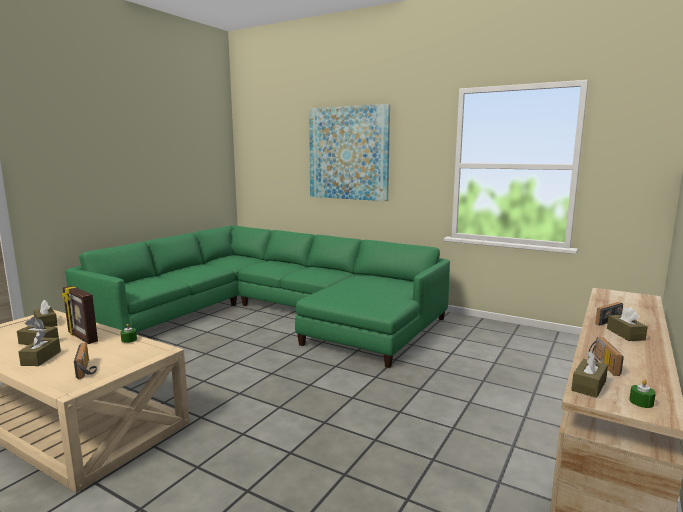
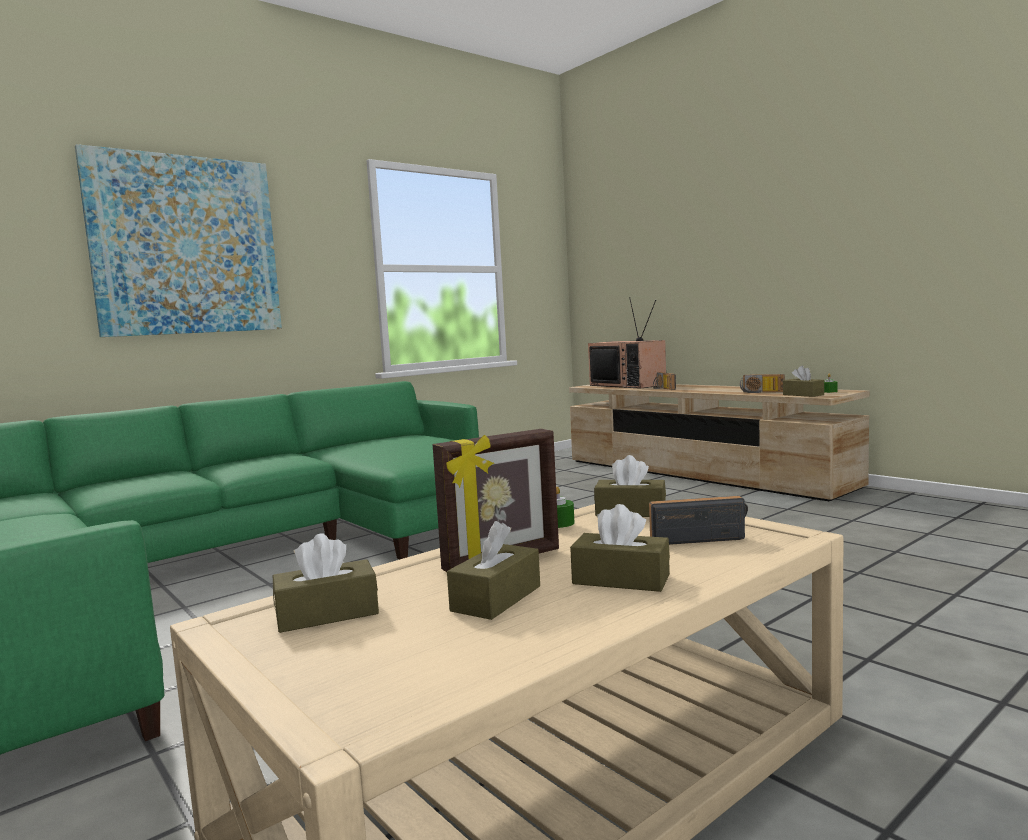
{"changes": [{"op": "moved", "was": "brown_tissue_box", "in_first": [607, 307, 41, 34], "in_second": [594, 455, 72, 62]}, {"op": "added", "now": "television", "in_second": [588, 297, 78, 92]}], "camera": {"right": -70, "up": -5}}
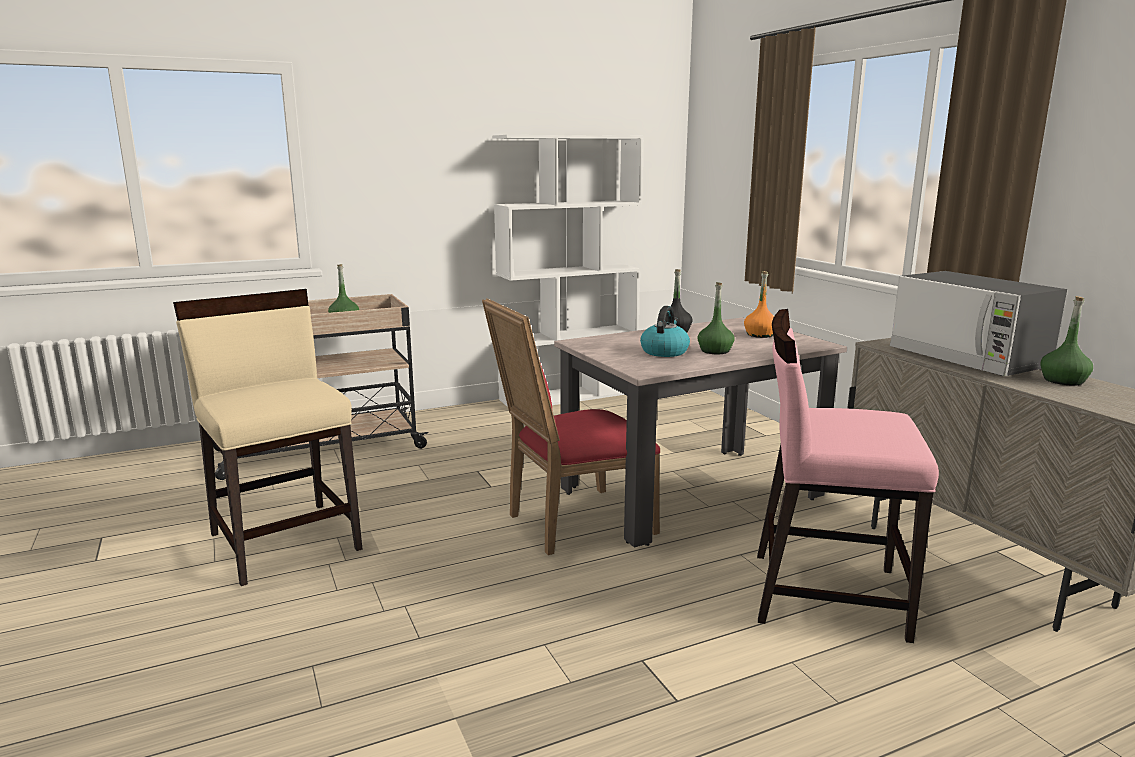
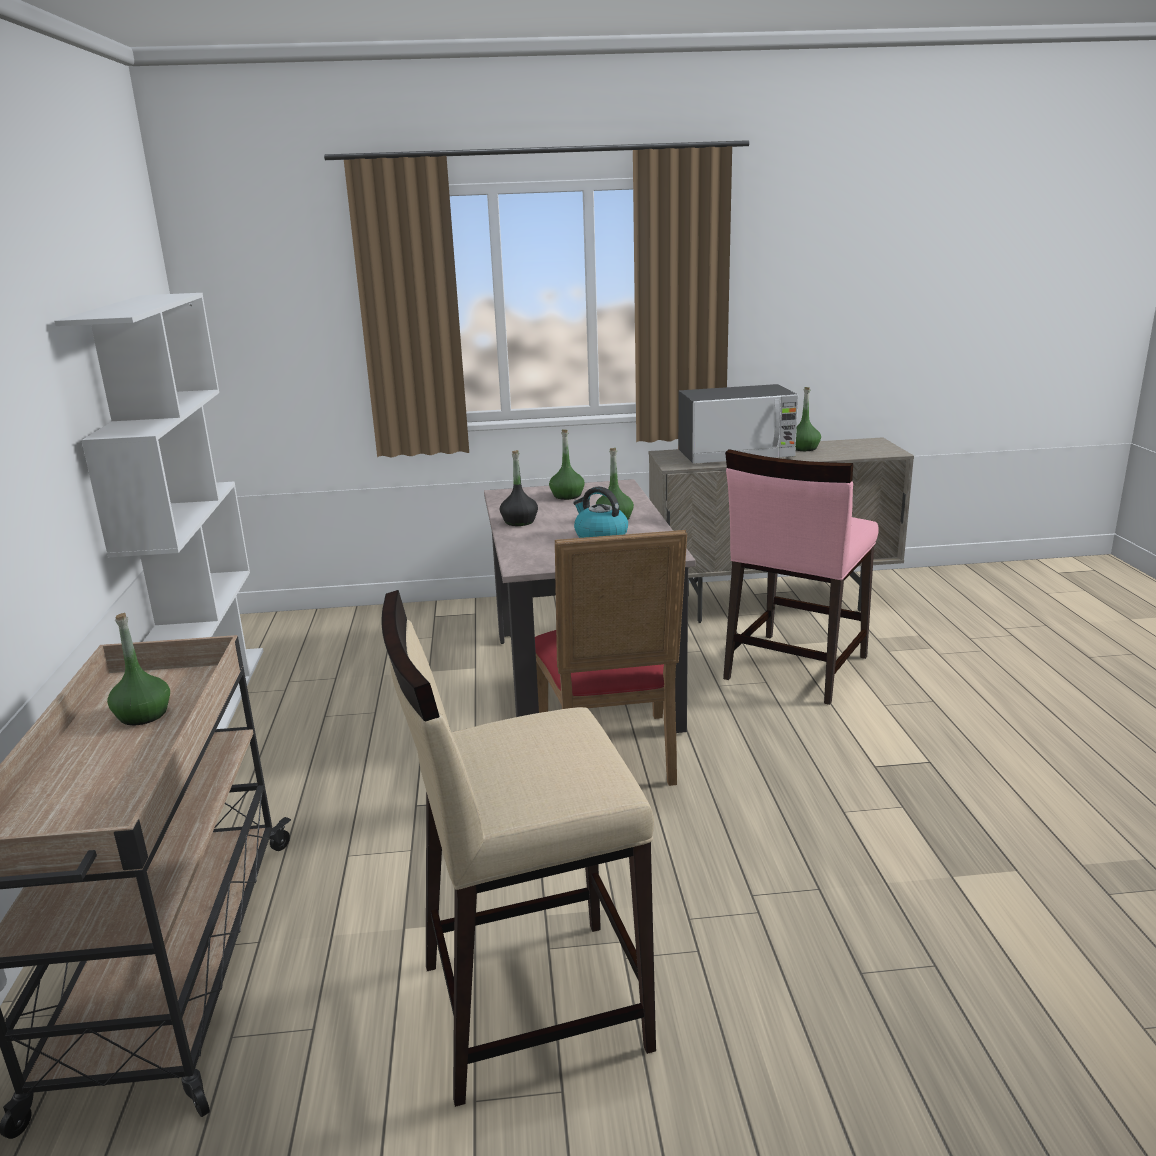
{"changes": [{"op": "replaced", "was": "beige_chair", "now": "beige_stool", "in_first": [173, 289, 190, 297], "in_second": [382, 590, 274, 517]}, {"op": "recoloured", "was": "orange_bottle", "now": "green_bottle", "in_first": [744, 271, 30, 67], "in_second": [549, 429, 36, 71]}], "camera": {"right": -70, "up": 5}}
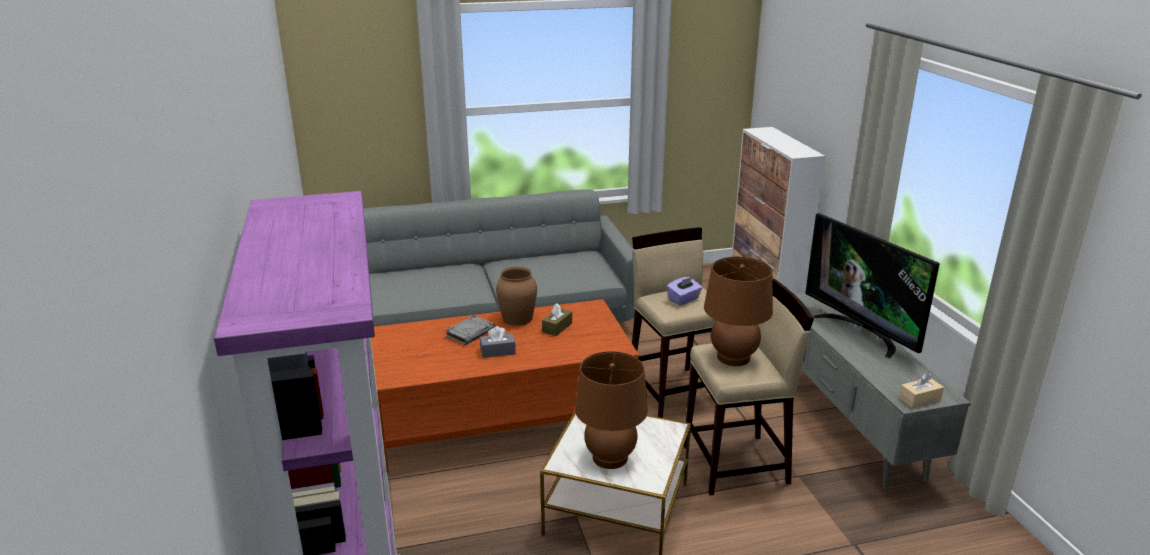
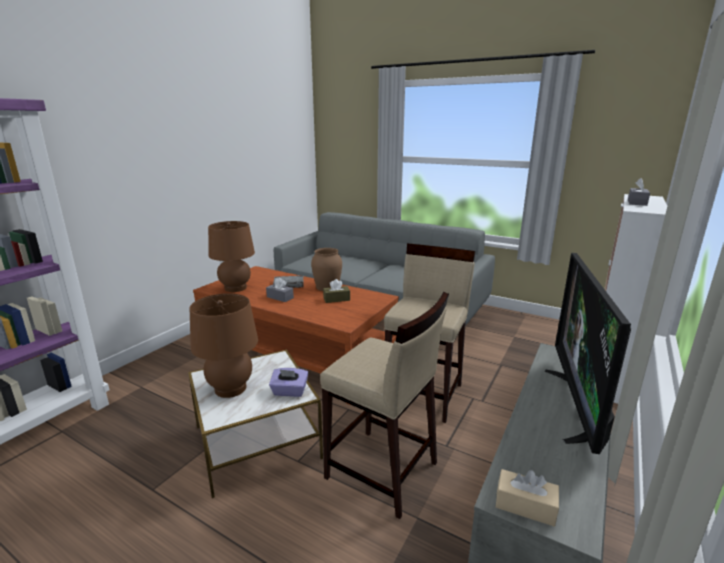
{"changes": [{"op": "moved", "was": "purple_tissue_box", "in_first": [666, 277, 36, 28], "in_second": [269, 368, 39, 29]}, {"op": "moved", "was": "brown_table_lamp", "in_first": [704, 257, 69, 109], "in_second": [208, 221, 47, 71]}, {"op": "added", "now": "grey_tissue_box", "in_second": [628, 178, 22, 28]}], "camera": {"right": 45, "up": -5}}
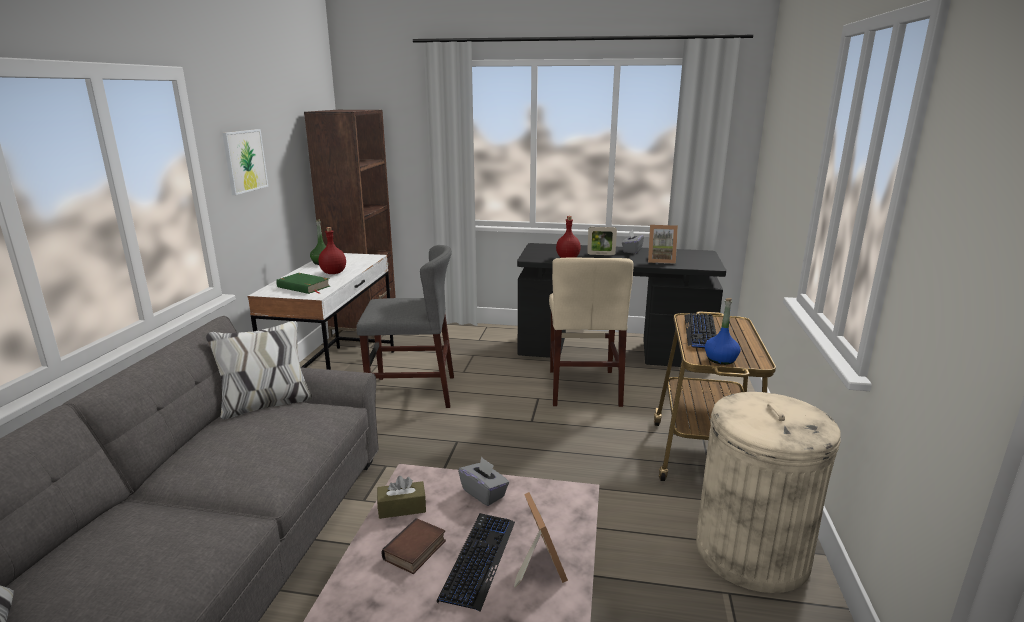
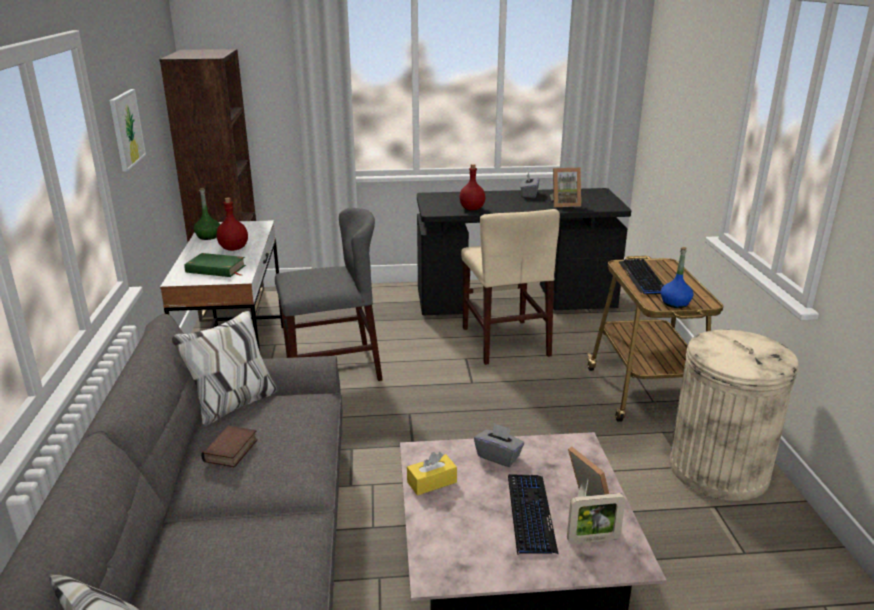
{"changes": [{"op": "recoloured", "was": "brown_tissue_box", "now": "yellow_tissue_box", "in_first": [377, 476, 49, 43], "in_second": [407, 452, 50, 43]}, {"op": "moved", "was": "book", "in_first": [381, 518, 65, 56], "in_second": [201, 425, 56, 43]}, {"op": "moved", "was": "picture_frame", "in_first": [587, 227, 30, 28], "in_second": [567, 493, 58, 51]}], "camera": {"right": -15, "up": 5}}
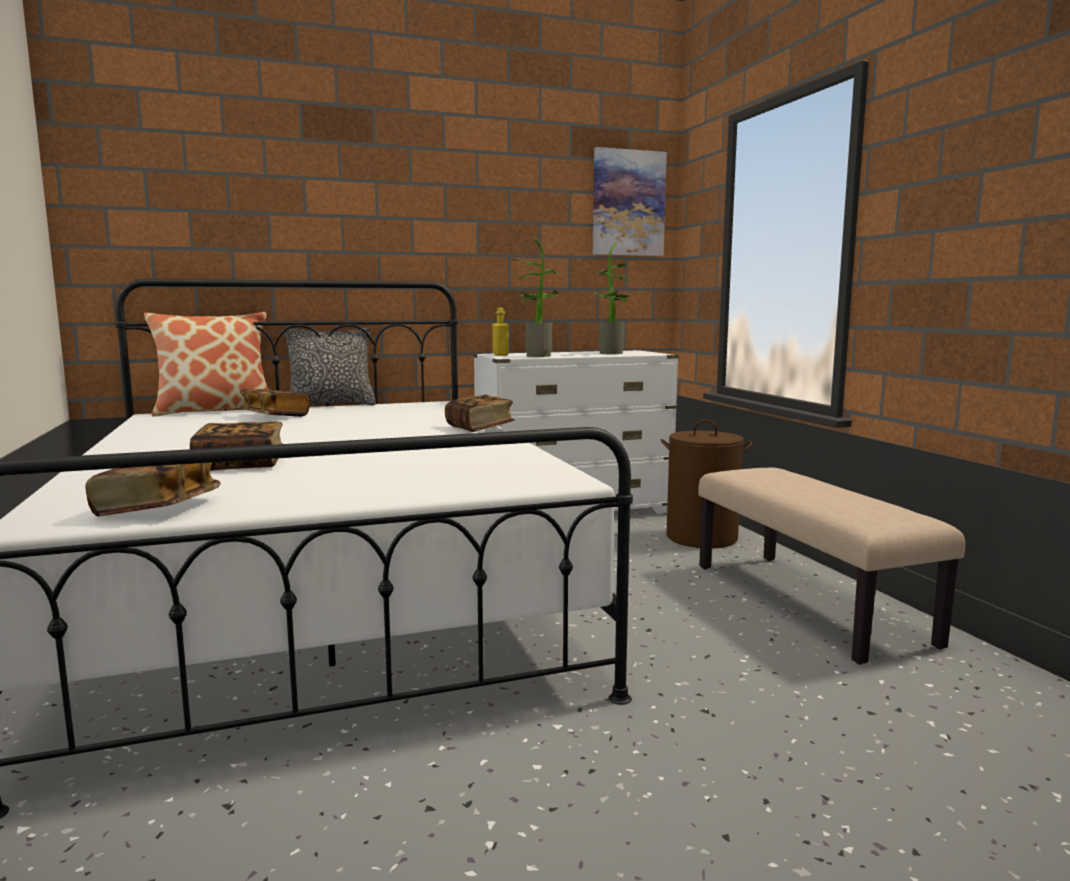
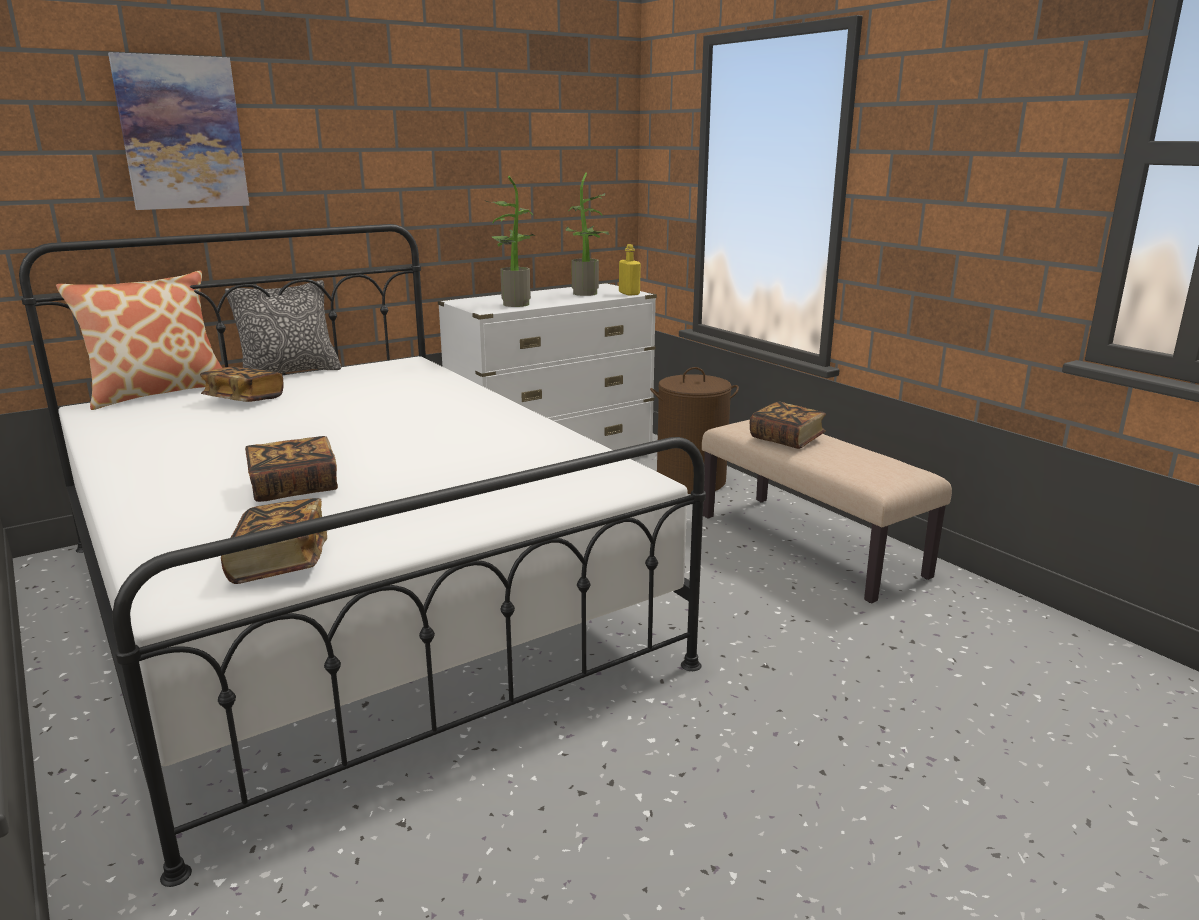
{"changes": [{"op": "moved", "was": "book", "in_first": [445, 395, 70, 37], "in_second": [750, 401, 76, 48]}, {"op": "moved", "was": "yellow_bottle", "in_first": [492, 308, 17, 48], "in_second": [619, 244, 22, 52]}, {"op": "moved", "was": "picture", "in_first": [593, 147, 74, 109], "in_second": [108, 52, 141, 158]}], "camera": {"right": -15, "up": 10}}
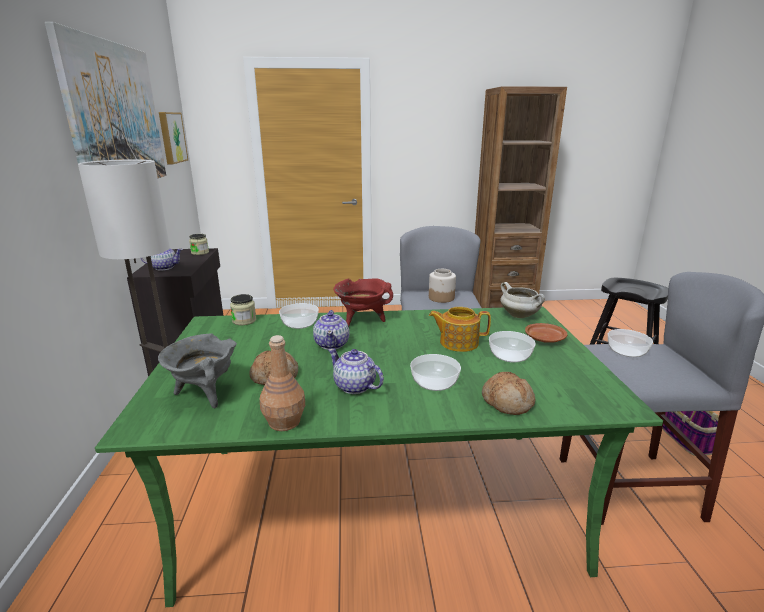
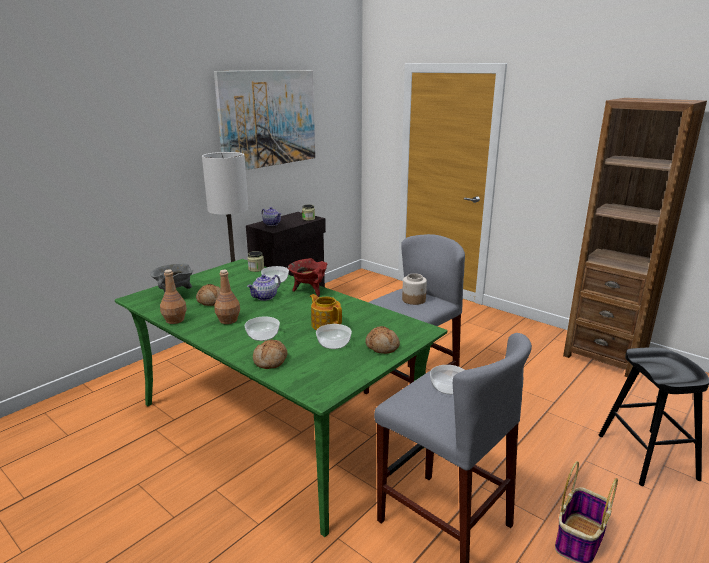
{"changes": [{"op": "removed", "was": "picture", "in_first": [159, 112, 29, 52]}, {"op": "replaced", "was": "teapot", "now": "brown_bottle", "in_first": [328, 348, 56, 46], "in_second": [214, 270, 26, 54]}, {"op": "removed", "was": "white_cooking_pot", "in_first": [500, 282, 45, 36]}, {"op": "replaced", "was": "brown_plate", "now": "bread", "in_first": [525, 323, 43, 20], "in_second": [365, 326, 35, 28]}], "camera": {"right": 45, "up": 0}}
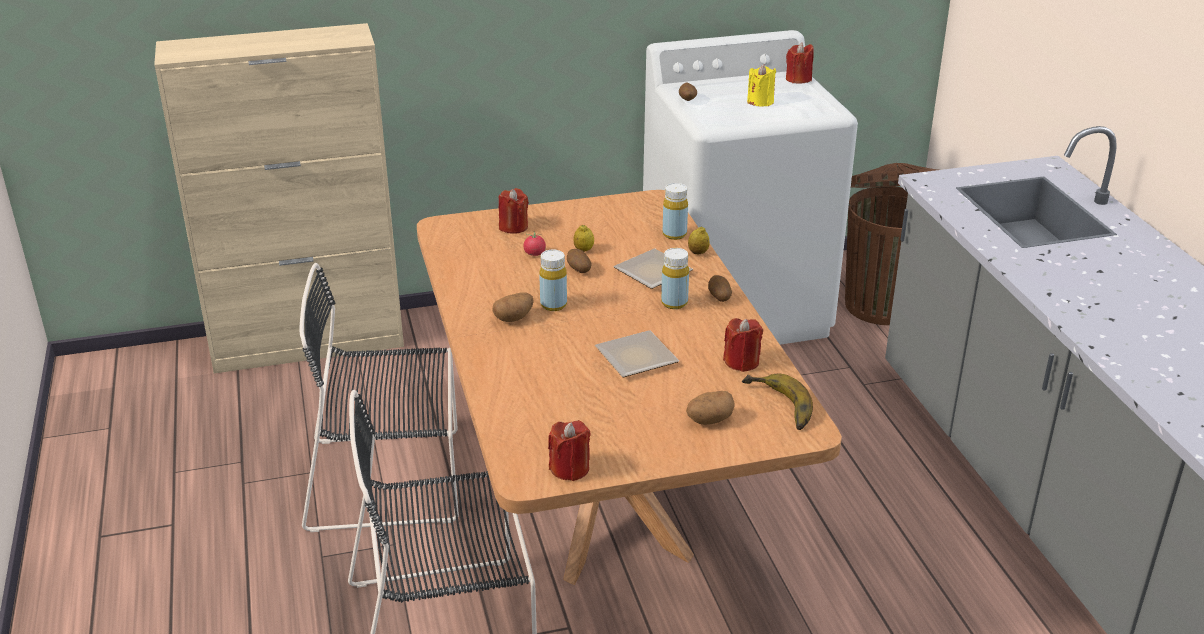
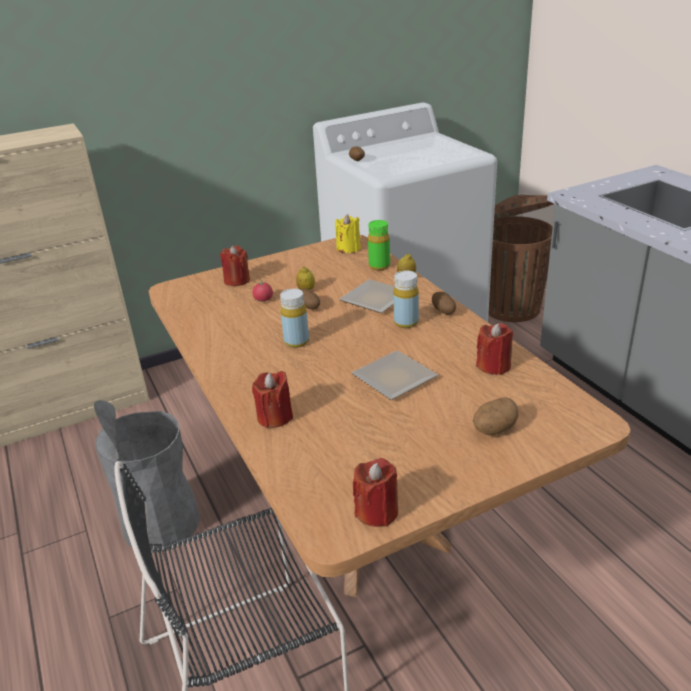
{"changes": [{"op": "replaced", "was": "black_chair", "now": "grey_trash_can", "in_first": [300, 263, 159, 269], "in_second": [94, 400, 106, 153]}, {"op": "removed", "was": "potato", "in_first": [493, 292, 40, 30]}, {"op": "recoloured", "was": "yellow_bottle", "now": "green_bottle", "in_first": [663, 183, 25, 57], "in_second": [368, 220, 22, 50]}, {"op": "removed", "was": "banana", "in_first": [742, 374, 71, 56]}, {"op": "moved", "was": "yellow_candle", "in_first": [747, 64, 29, 42], "in_second": [335, 214, 26, 39]}, {"op": "moved", "was": "red_candle", "in_first": [786, 43, 28, 40], "in_second": [252, 371, 41, 58]}], "camera": {"right": -10, "up": 0}}
